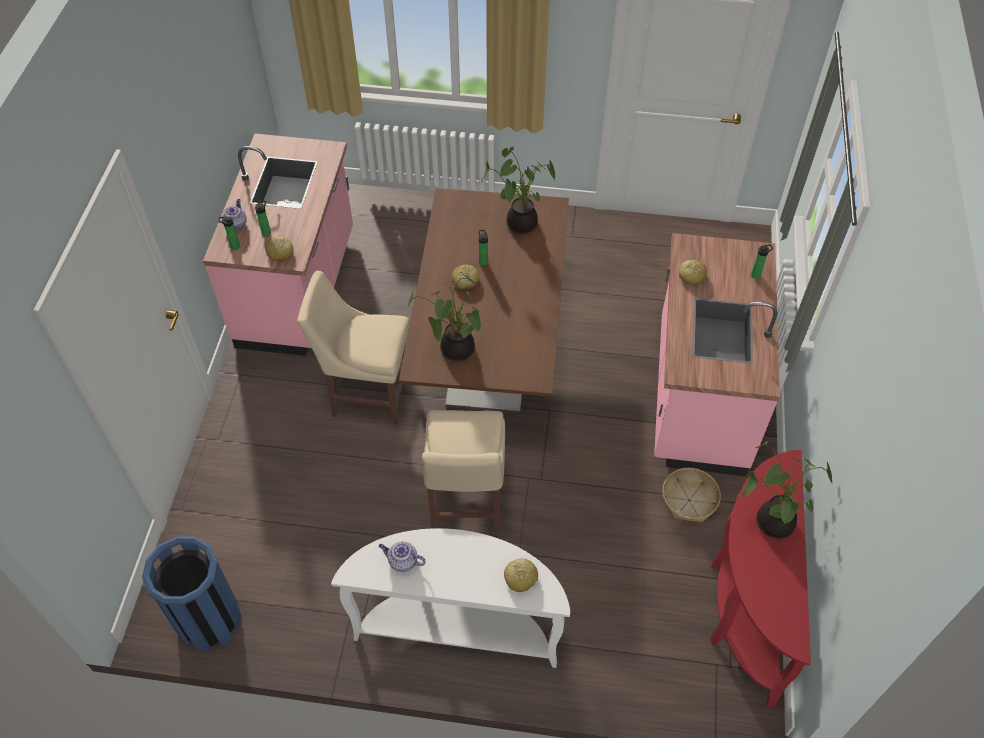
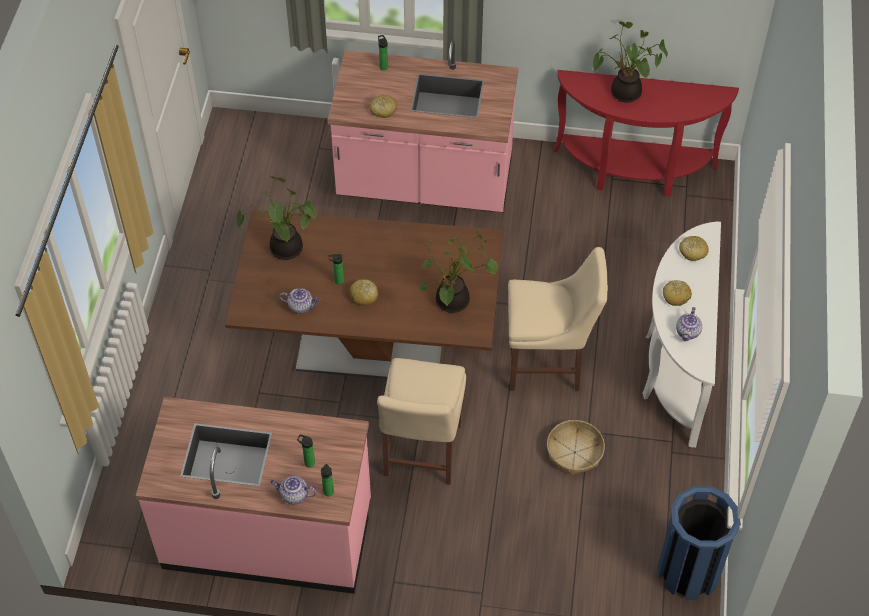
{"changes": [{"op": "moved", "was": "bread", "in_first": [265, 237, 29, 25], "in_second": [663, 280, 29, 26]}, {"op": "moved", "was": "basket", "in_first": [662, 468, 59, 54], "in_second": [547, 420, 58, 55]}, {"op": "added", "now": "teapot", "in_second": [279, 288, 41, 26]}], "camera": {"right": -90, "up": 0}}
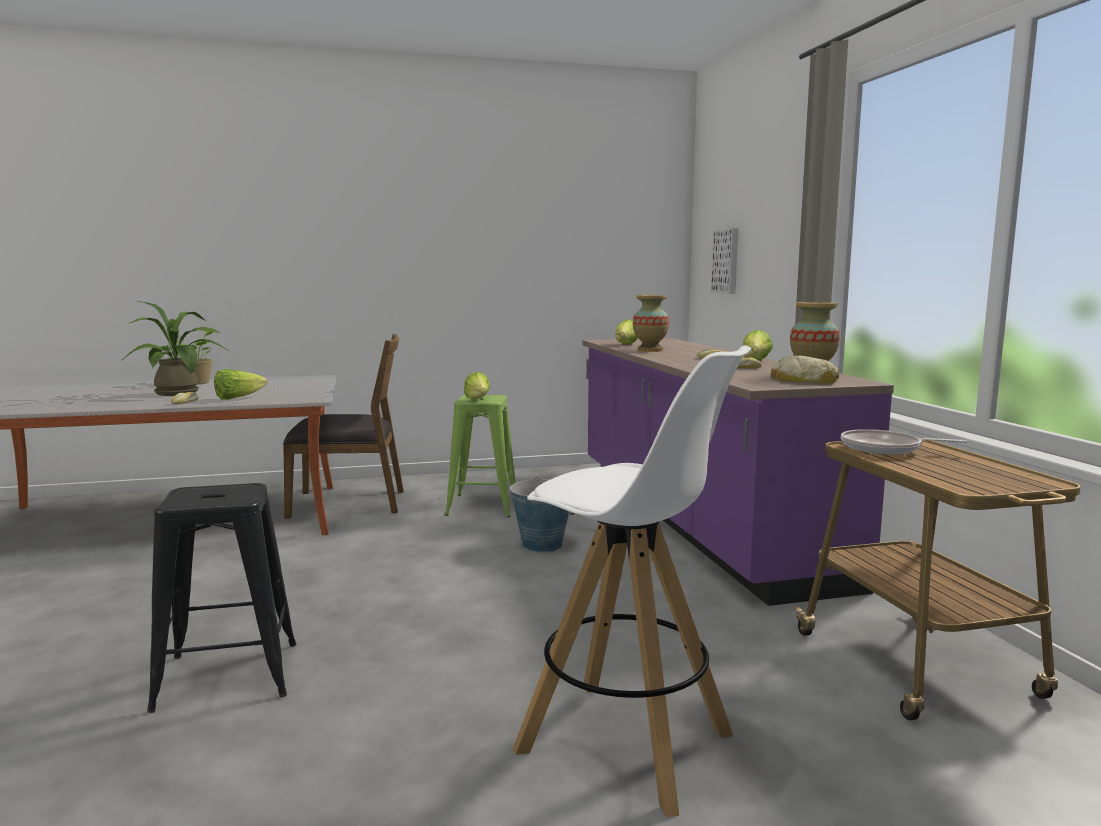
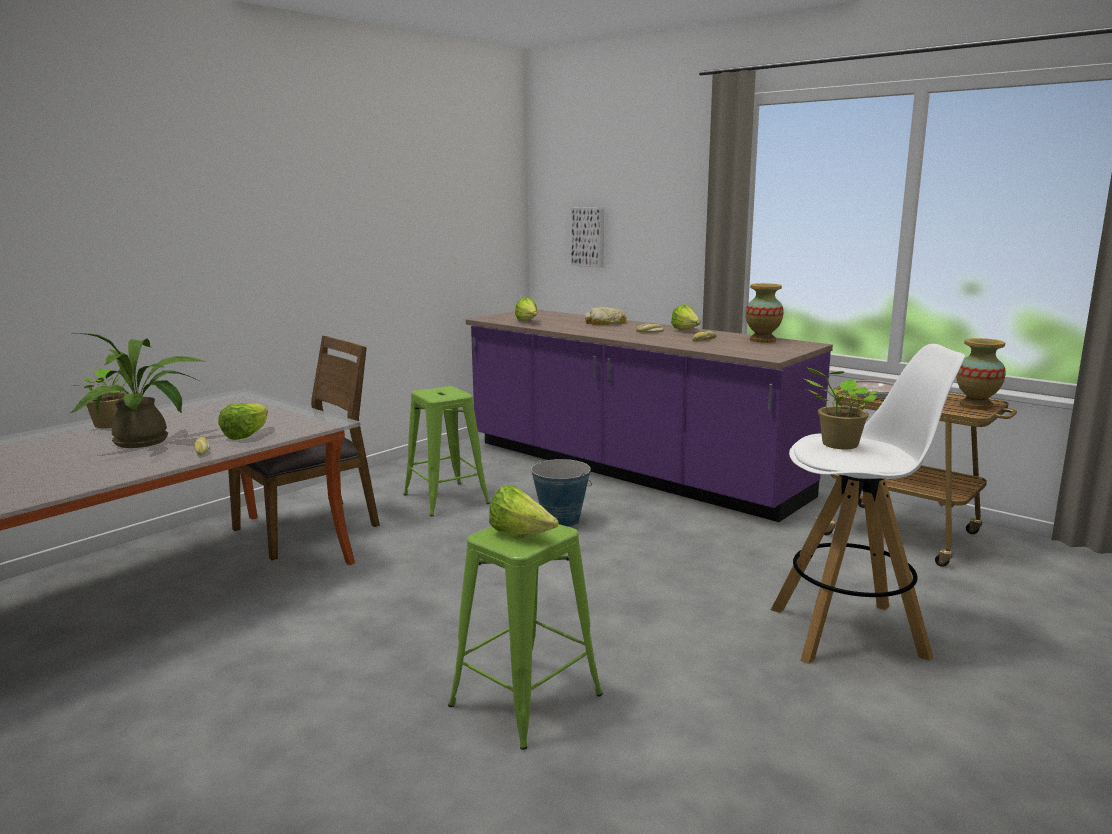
{"changes": [{"op": "recoloured", "was": "black_stool", "now": "green_stool", "in_first": [147, 483, 150, 230], "in_second": [448, 524, 155, 226]}, {"op": "moved", "was": "lettuce", "in_first": [464, 372, 26, 27], "in_second": [489, 486, 70, 49]}, {"op": "moved", "was": "vase", "in_first": [633, 295, 36, 57], "in_second": [956, 338, 50, 72]}, {"op": "moved", "was": "bread", "in_first": [771, 355, 69, 28], "in_second": [585, 307, 41, 18]}, {"op": "added", "now": "potted_plant", "in_second": [804, 368, 74, 82]}], "camera": {"right": -35, "up": 5}}
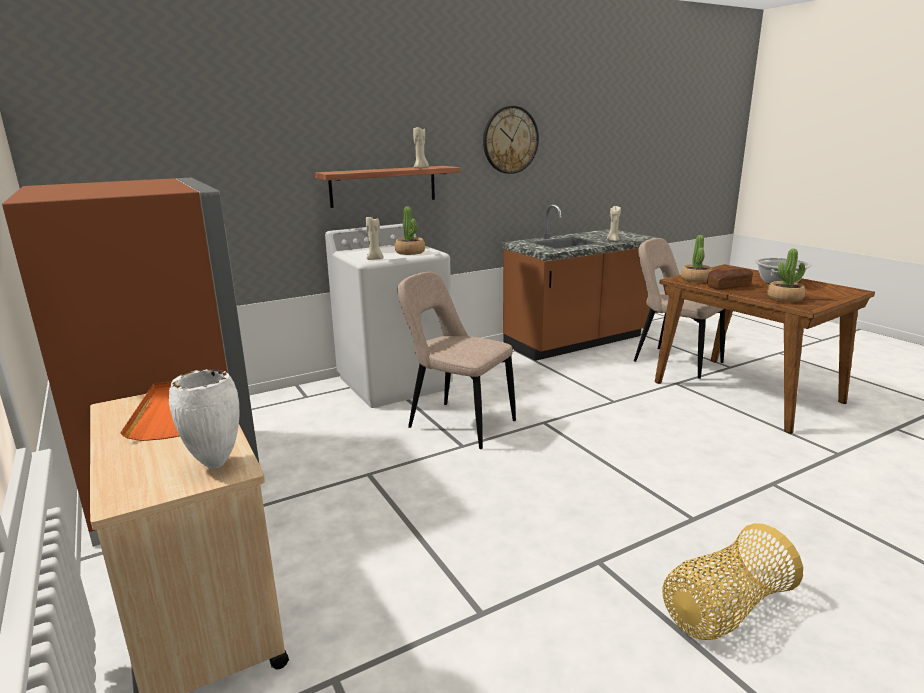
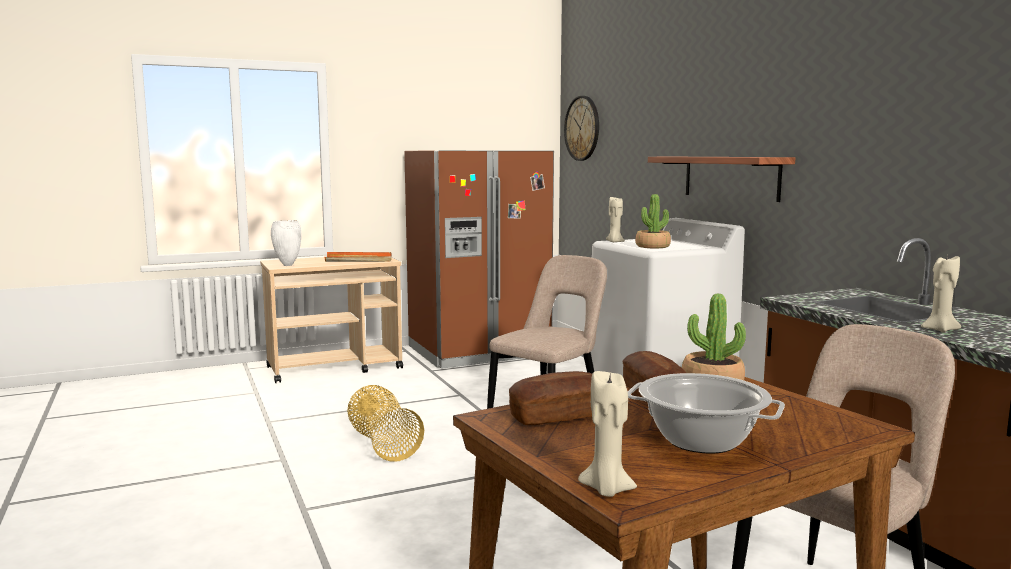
{"changes": [{"op": "moved", "was": "beige_candle", "in_first": [413, 127, 16, 41], "in_second": [578, 370, 59, 127]}, {"op": "moved", "was": "wall_clock", "in_first": [483, 106, 56, 68], "in_second": [564, 96, 35, 65]}, {"op": "moved", "was": "basket", "in_first": [662, 523, 141, 117], "in_second": [347, 385, 77, 77]}, {"op": "replaced", "was": "potted_plant", "now": "bread", "in_first": [767, 249, 38, 53], "in_second": [509, 371, 83, 54]}], "camera": {"right": 95, "up": -10}}
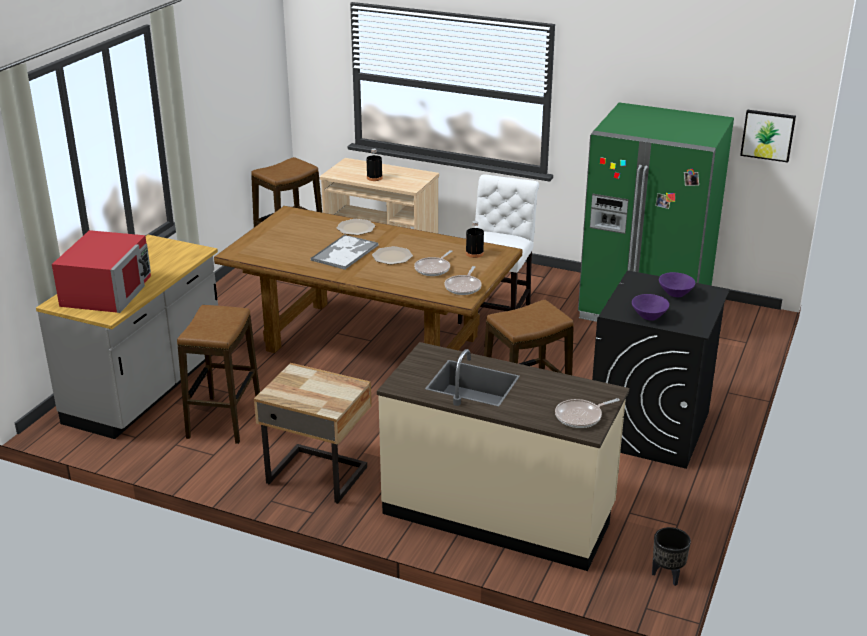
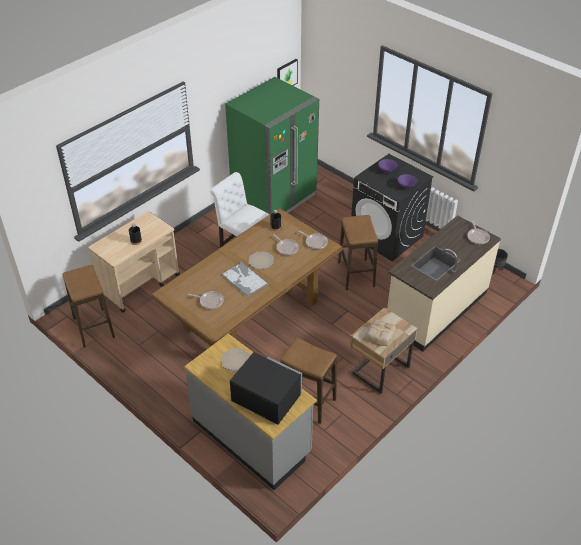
{"changes": [{"op": "recoloured", "was": "red_microwave", "now": "black_microwave", "in_first": [52, 230, 99, 83], "in_second": [230, 352, 72, 73]}, {"op": "moved", "was": "plate", "in_first": [337, 219, 38, 16], "in_second": [221, 348, 29, 24]}, {"op": "added", "now": "frying_pan", "in_second": [188, 291, 36, 18]}, {"op": "added", "now": "bread", "in_second": [365, 319, 31, 27]}], "camera": {"right": -70, "up": 15}}
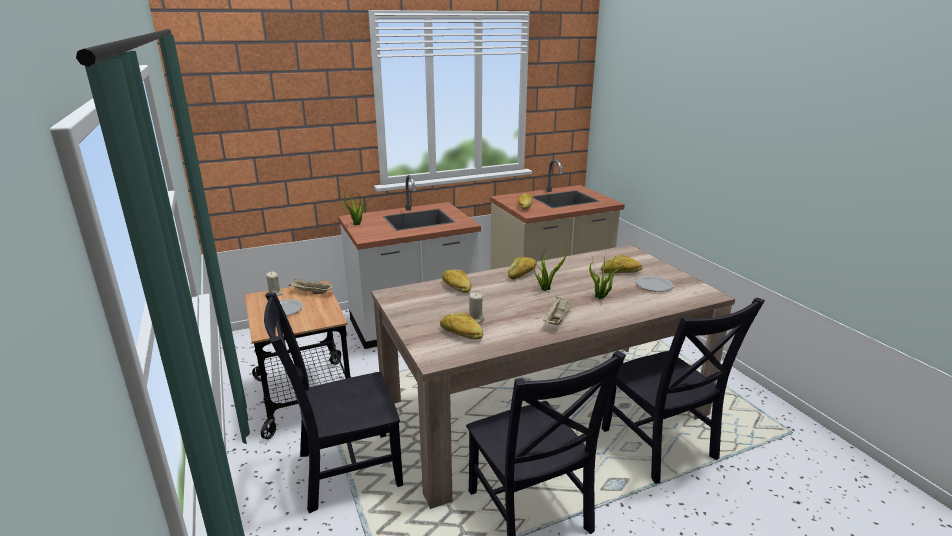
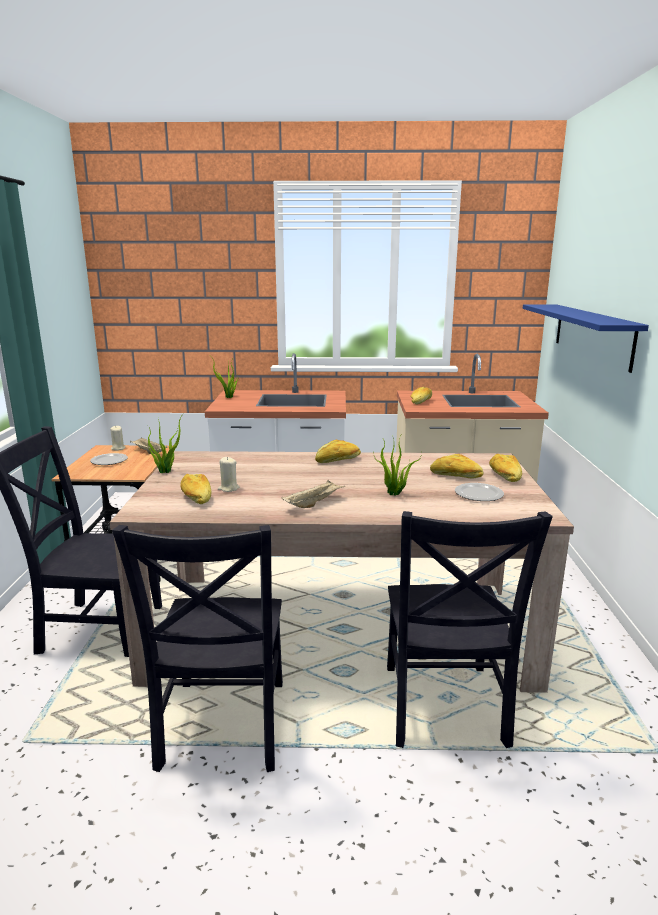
{"changes": [{"op": "moved", "was": "bread", "in_first": [442, 269, 29, 24], "in_second": [489, 454, 33, 28]}, {"op": "moved", "was": "potted_plant", "in_first": [534, 239, 37, 52], "in_second": [148, 414, 35, 59]}, {"op": "added", "now": "blue_shelf", "in_second": [523, 305, 126, 68]}], "camera": {"right": 25, "up": -5}}
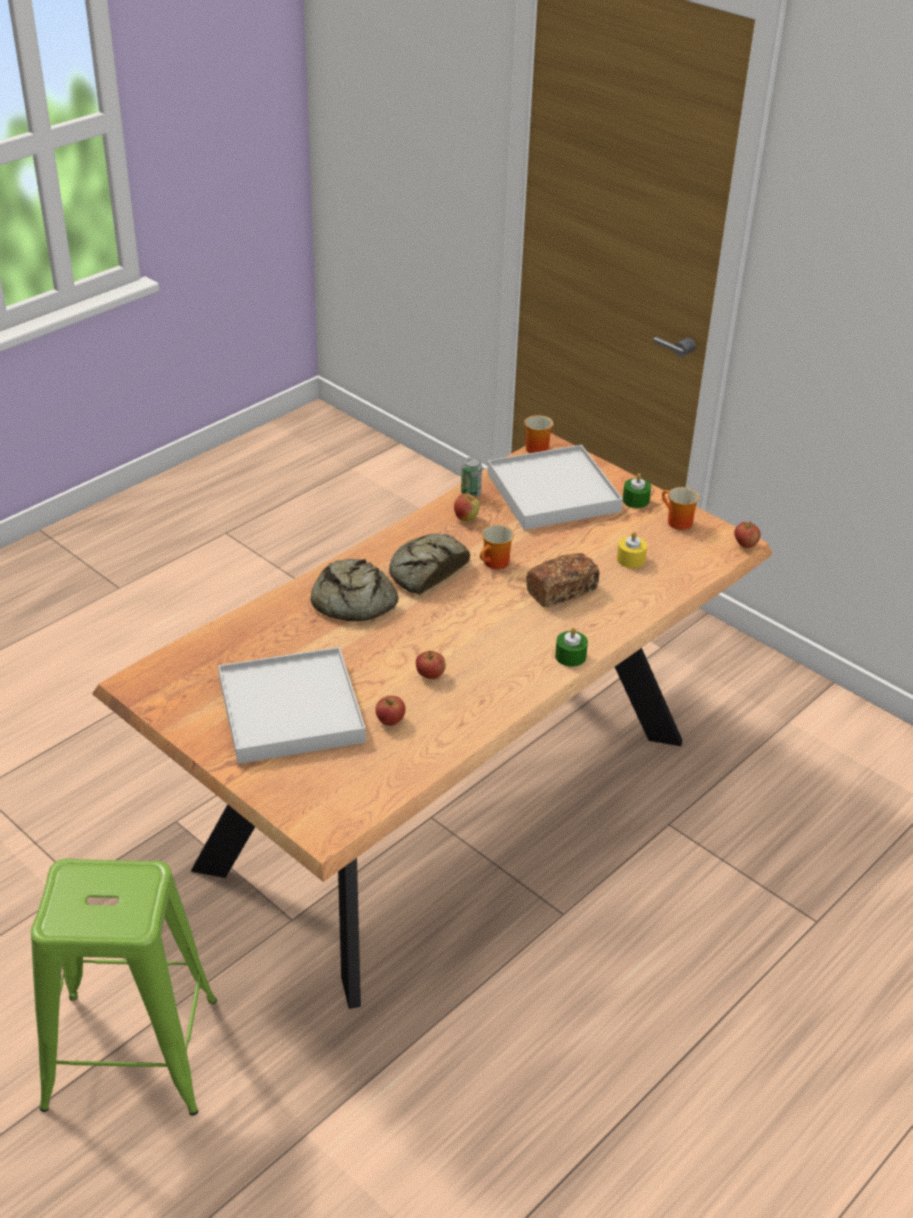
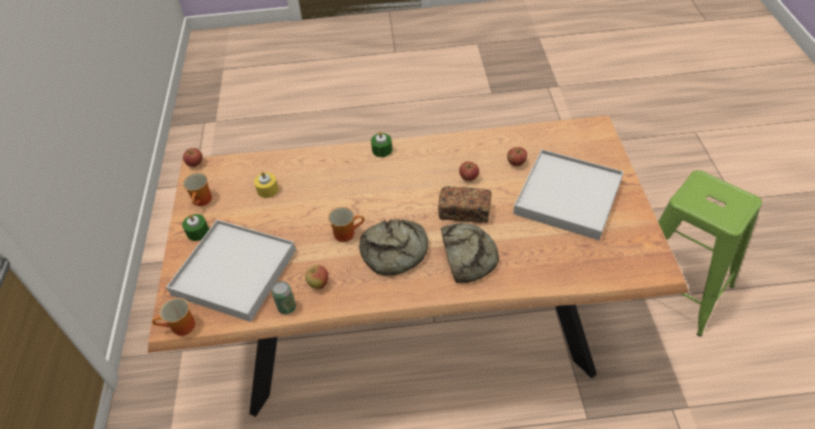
{"changes": [{"op": "moved", "was": "bread", "in_first": [526, 553, 74, 54], "in_second": [438, 186, 54, 37]}], "camera": {"right": -135, "up": 10}}
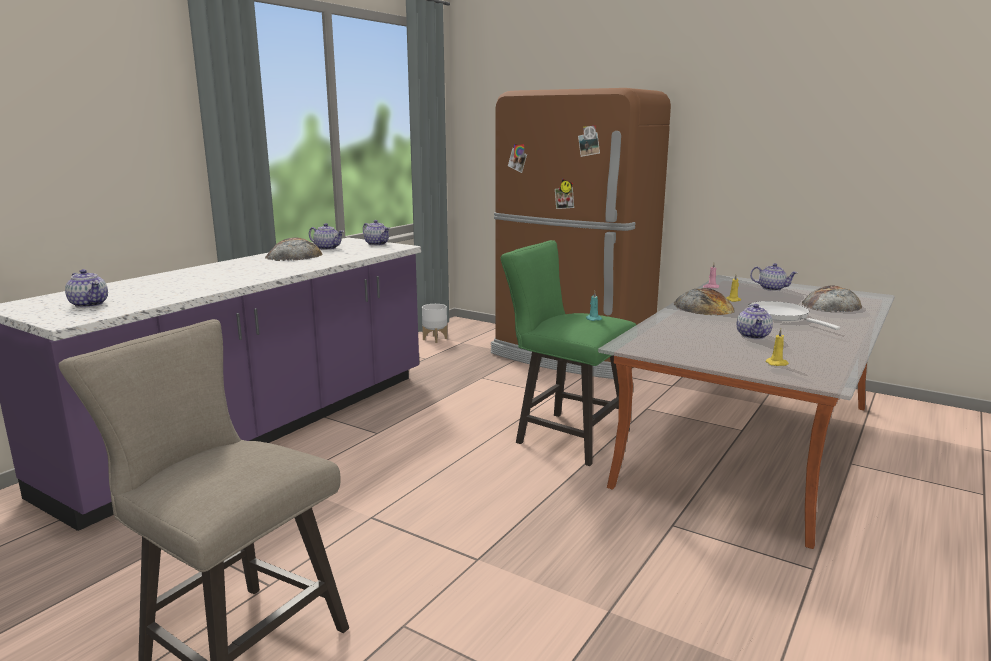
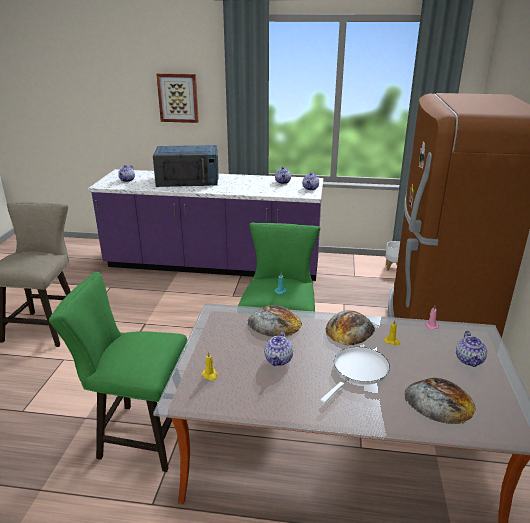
{"changes": [{"op": "moved", "was": "bread", "in_first": [265, 237, 58, 24], "in_second": [247, 305, 55, 32]}, {"op": "turned", "was": "teapot", "in_first": [737, 304, 36, 35], "in_second": [264, 331, 29, 35], "clockwise": -60}, {"op": "added", "now": "green_stool", "in_second": [49, 272, 138, 200]}, {"op": "added", "now": "blue_microwave", "in_second": [153, 145, 66, 42]}, {"op": "added", "now": "picture", "in_second": [156, 73, 43, 50]}], "camera": {"right": 65, "up": 10}}
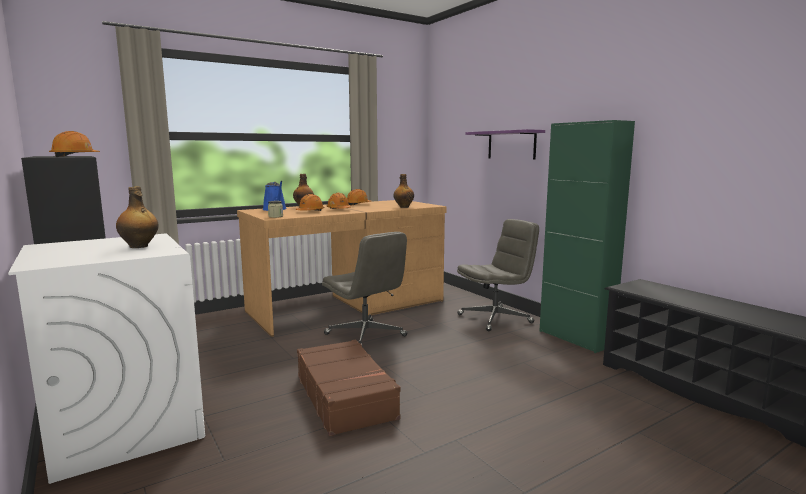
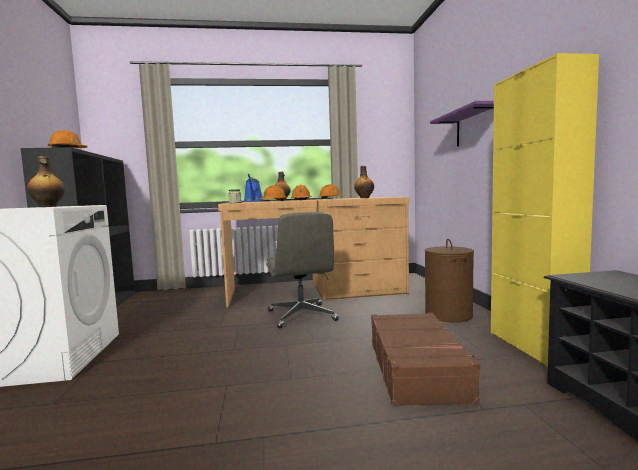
{"changes": [{"op": "moved", "was": "brown_suitcase", "in_first": [297, 340, 103, 96], "in_second": [371, 313, 109, 93]}, {"op": "replaced", "was": "grey_office_chair", "now": "brown_laundry_basket", "in_first": [457, 219, 82, 112], "in_second": [425, 239, 49, 83]}, {"op": "recoloured", "was": "green_cabinet", "now": "yellow_cabinet", "in_first": [539, 120, 96, 233], "in_second": [491, 53, 108, 314]}], "camera": {"right": 25, "up": -5}}
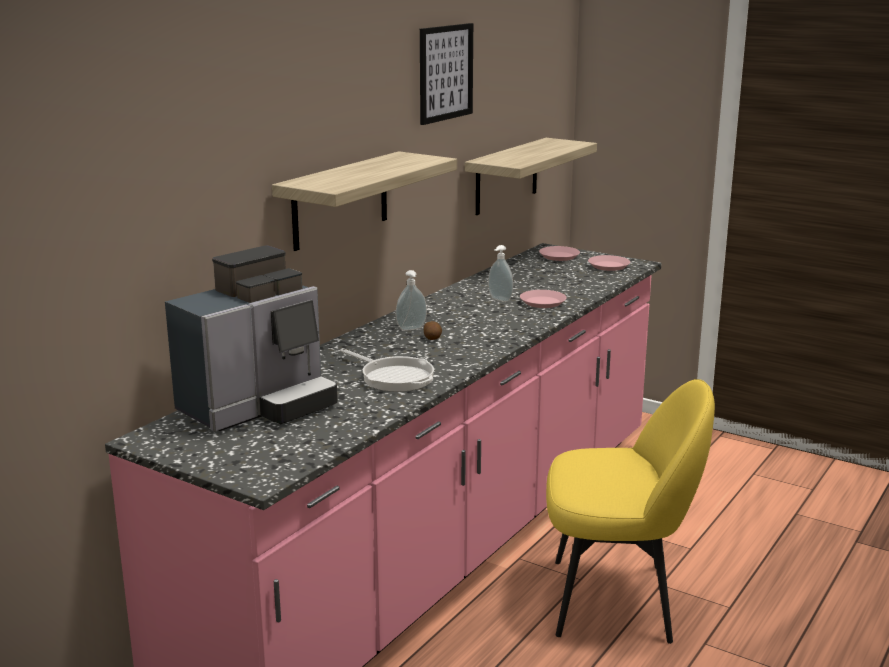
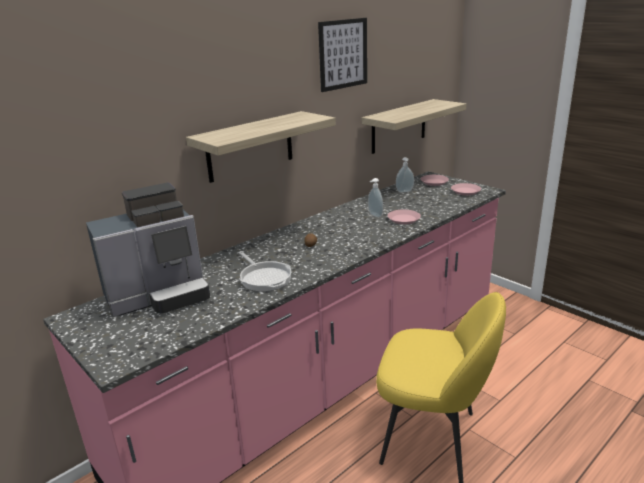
{"changes": [{"op": "moved", "was": "soap_dispenser", "in_first": [396, 270, 31, 60], "in_second": [396, 157, 18, 35]}], "camera": {"right": 15, "up": 5}}
